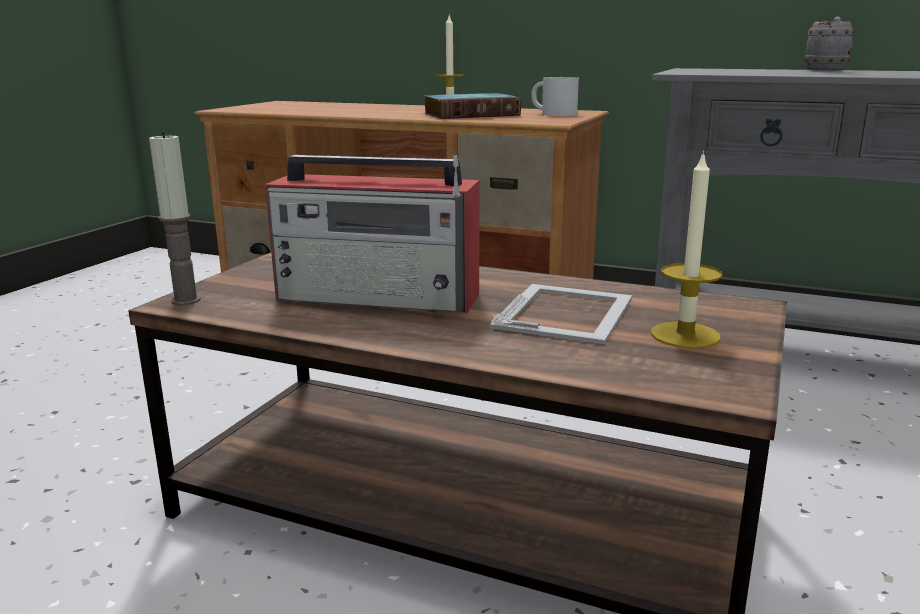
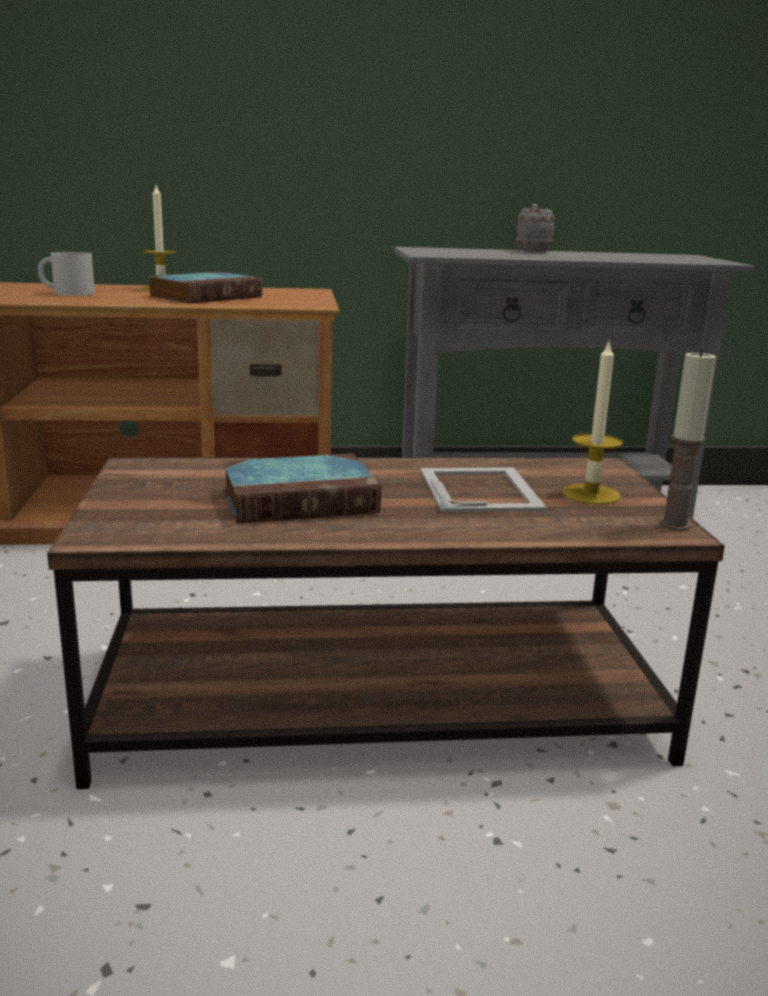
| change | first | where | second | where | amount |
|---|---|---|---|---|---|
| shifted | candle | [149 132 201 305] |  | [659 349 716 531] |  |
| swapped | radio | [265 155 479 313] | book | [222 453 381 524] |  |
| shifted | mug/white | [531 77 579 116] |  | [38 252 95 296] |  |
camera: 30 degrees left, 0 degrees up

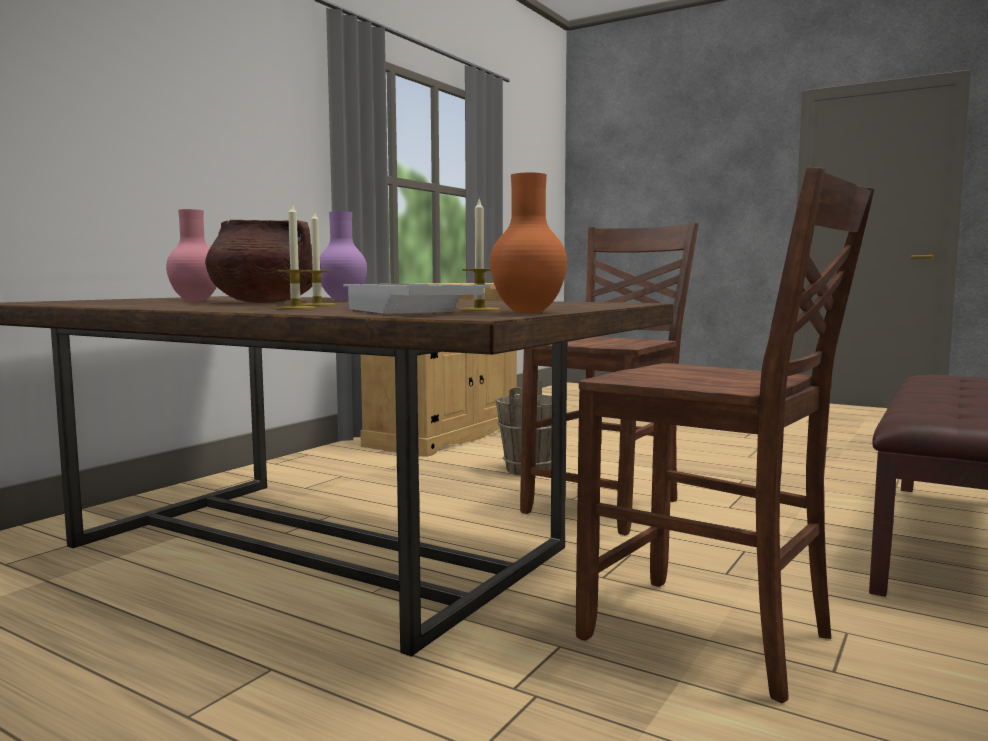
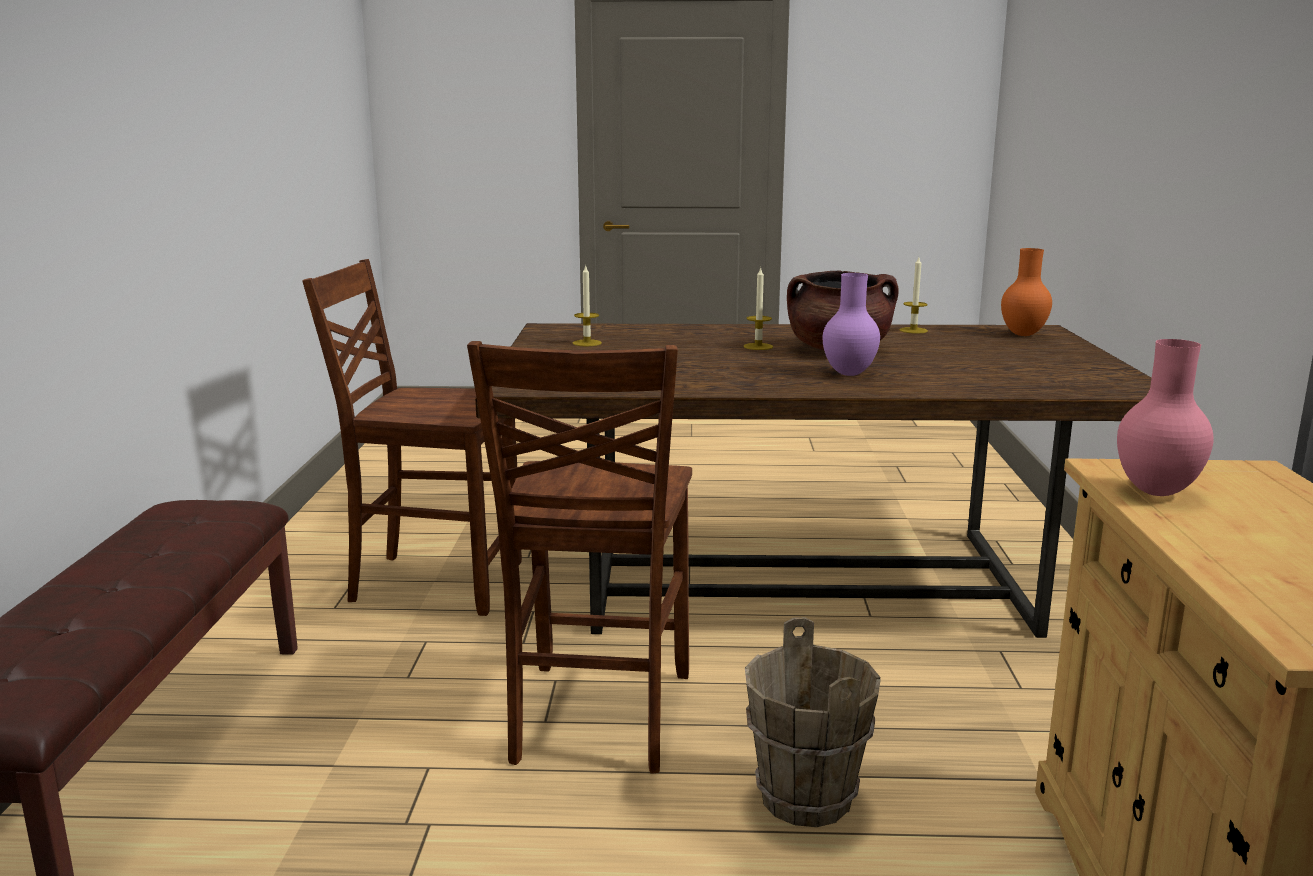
| change | first | where | second | where | amount |
|---|---|---|---|---|---|
| shifted | vase/pink | [166 209 216 301] |  | [1117 339 1214 496] |  |
| shifted | candle | [276 202 315 309] |  | [900 257 928 334] |  |
| gone | tray/white | [343 284 490 314] |  |  |  |
| shifted | vase/orange | [490 173 567 313] |  | [1001 248 1052 336] |  |
camera: 150 degrees right, 10 degrees up

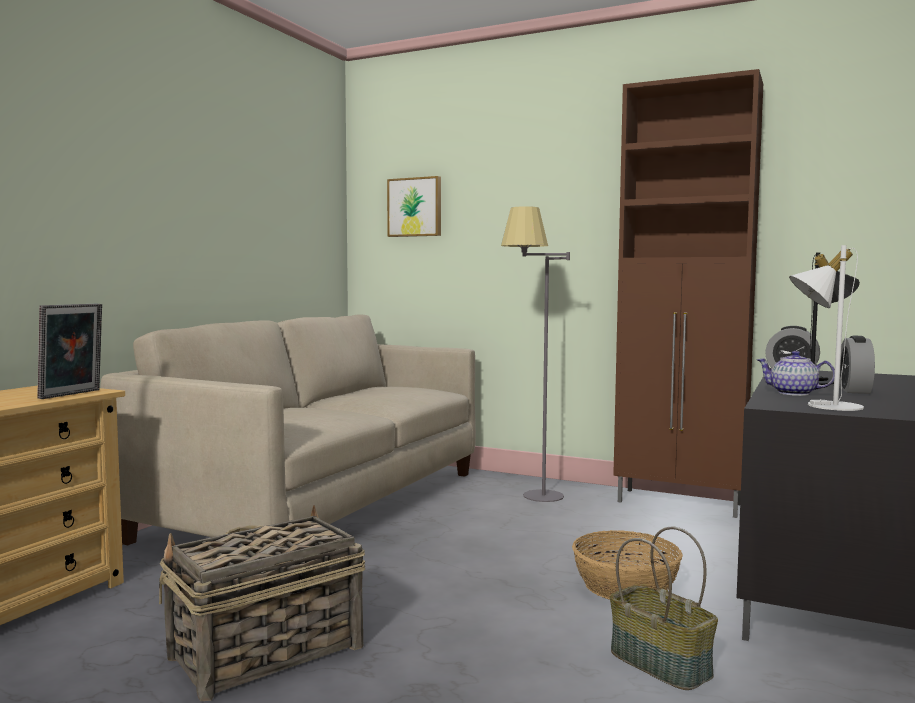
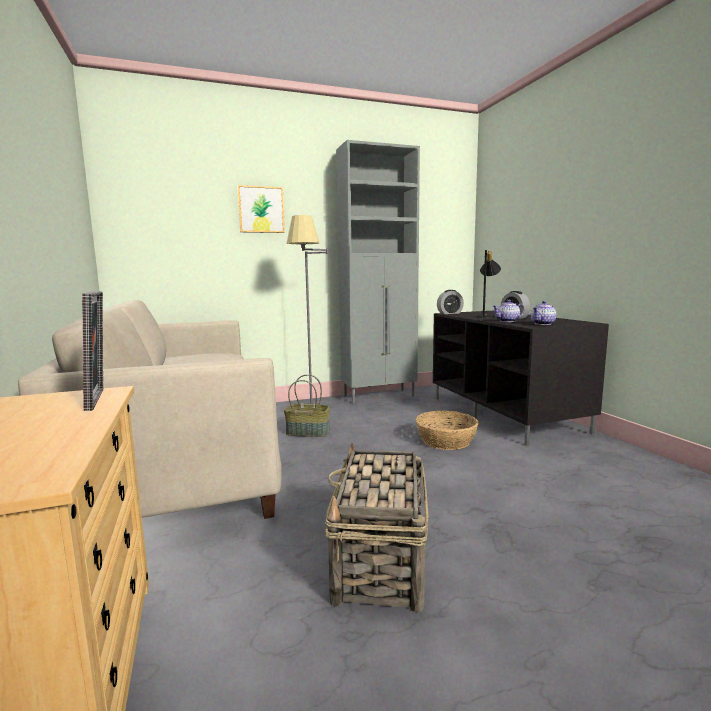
| change | first | where | second | where | amount |
|---|---|---|---|---|---|
| shifted | picture | [387 176 441 237] |  | [237 185 285 233] |  |
| shifted | basket | [610 527 718 690] |  | [284 374 330 437] |  |
| repainted | cabinet/brown | [613 69 763 518] | cabinet/grey | [336 140 420 404] |  |
| swapped | table lamp/white | [789 245 864 411] | teapot | [531 301 556 325] |  |
camera: 45 degrees left, 5 degrees up

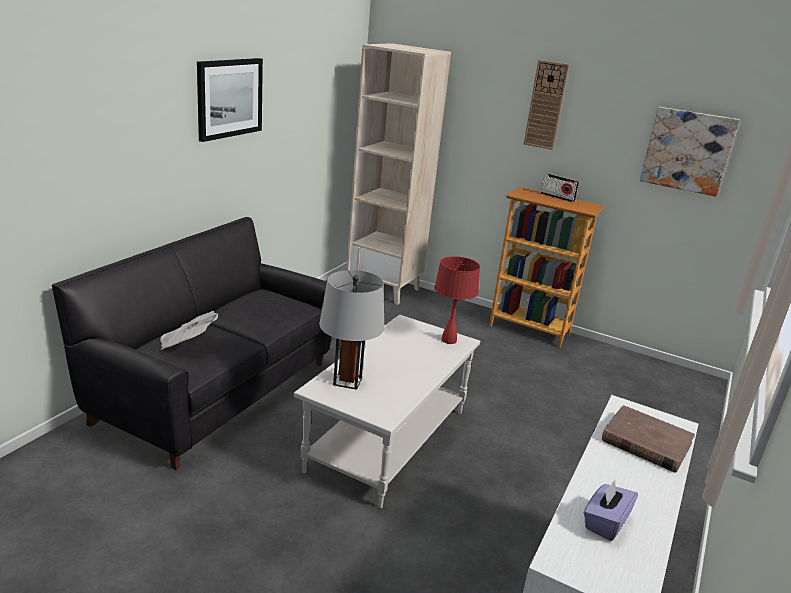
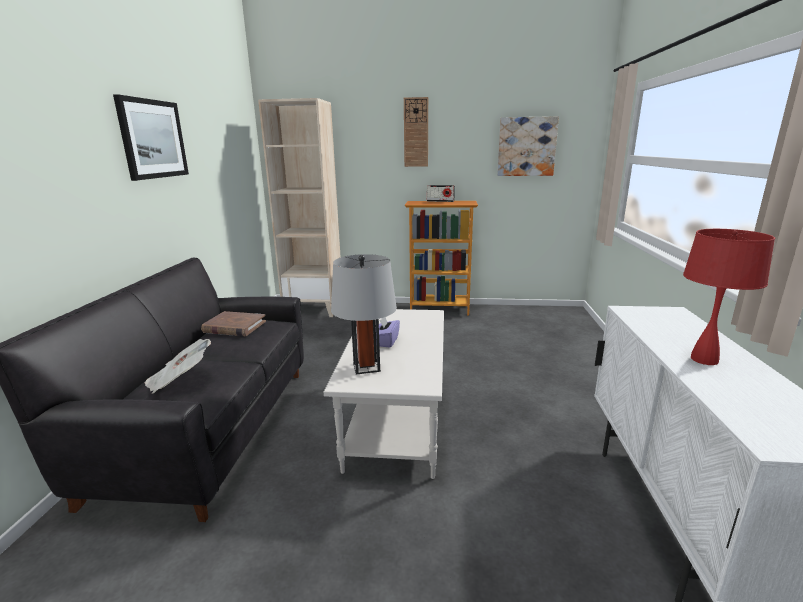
| change | first | where | second | where | amount |
|---|---|---|---|---|---|
| shifted | table lamp/red | [434 256 480 344] |  | [683 229 775 365] |  |
| shifted | tissue box/purple | [584 480 638 541] |  | [376 317 400 348] |  |
| shifted | book/brown | [602 405 695 473] |  | [201 311 266 336] |  |
camera: 20 degrees left, 5 degrees down

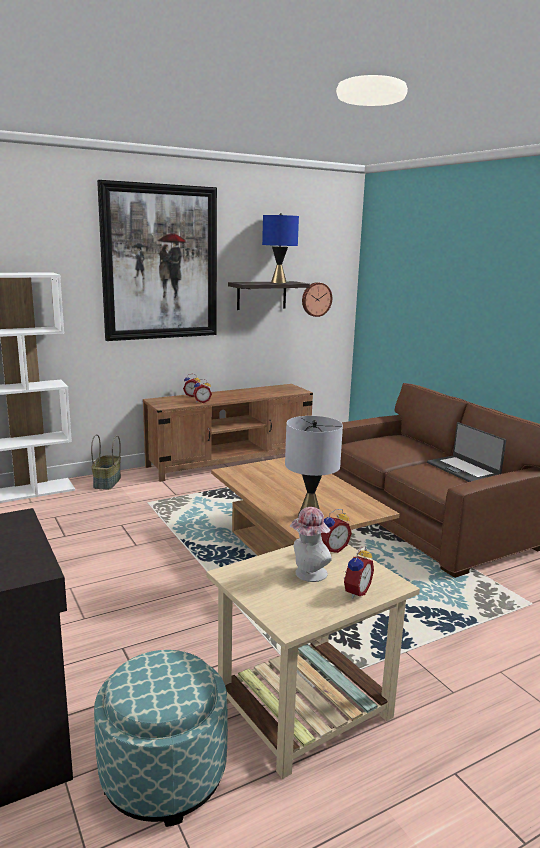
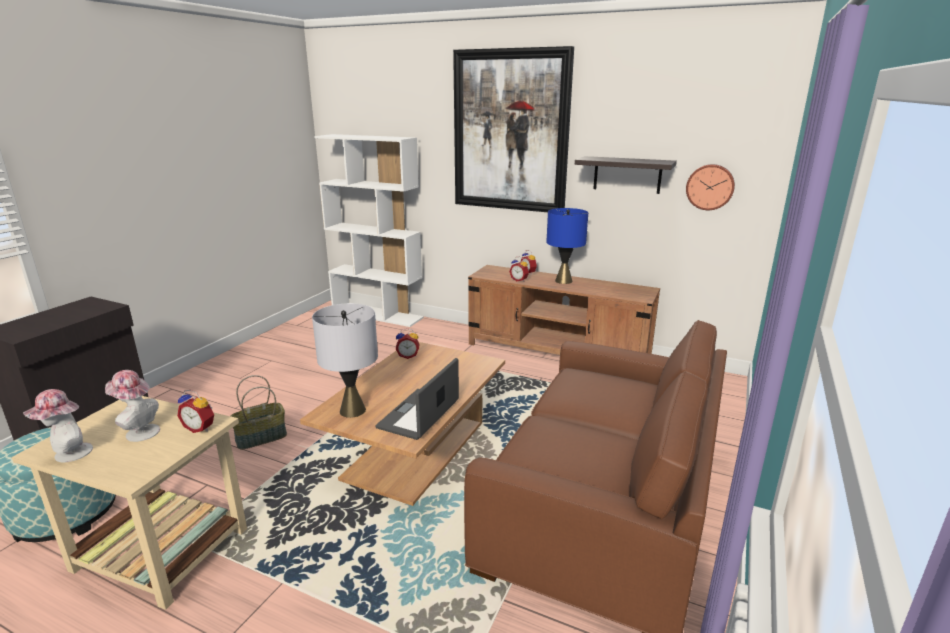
| change | first | where | second | where | amount |
|---|---|---|---|---|---|
| shifted | basket | [91 434 121 490] |  | [230 375 287 450] |  |
| shifted | table lamp/blue | [262 213 299 283] |  | [546 208 588 284] |  |
| shifted | alarm clock | [344 546 374 599] |  | [396 328 419 359] |  |
| shifted | laptop | [427 422 506 482] |  | [376 358 459 440] |  |
| new |  |  | hat | [23 389 93 462] |  |
camera: 55 degrees right, 5 degrees up

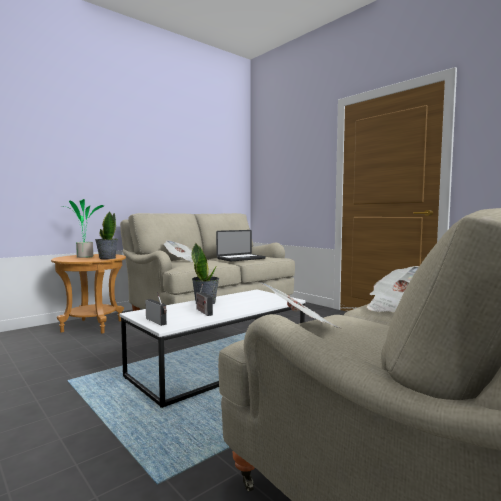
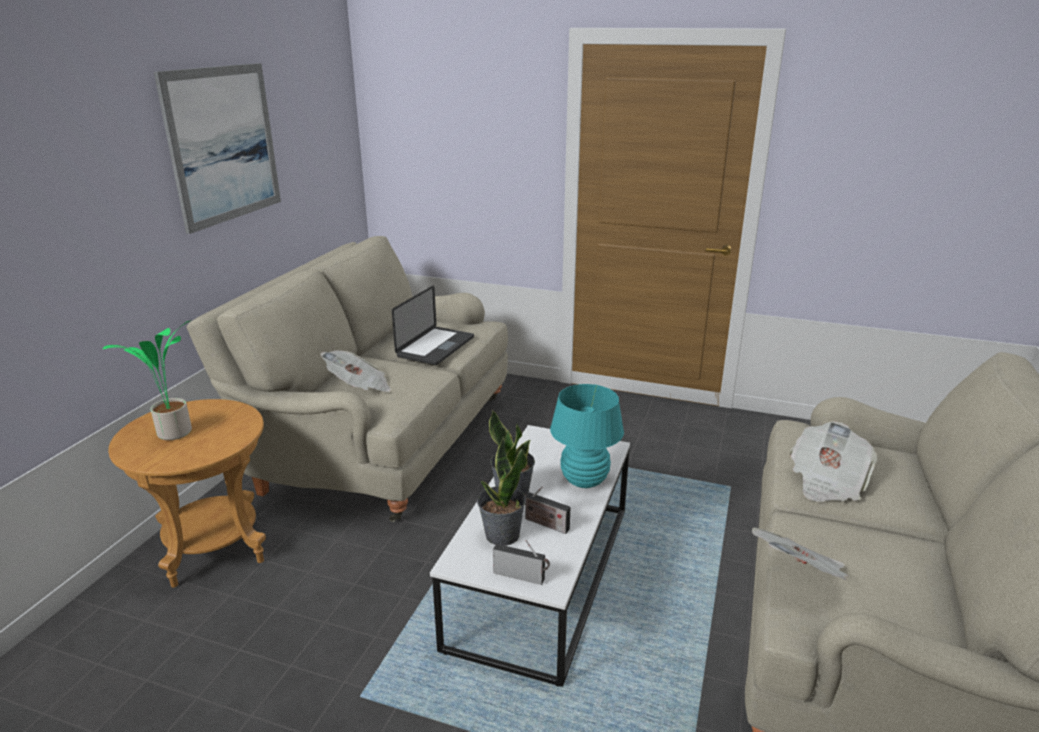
| change | first | where | second | where | amount |
|---|---|---|---|---|---|
| shifted | potted plant | [95 211 118 259] |  | [477 437 528 546] |  |
| new |  |  | picture | [154 63 281 234] |  |
| new |  |  | table lamp/turquoise | [550 384 624 488] |  |
camera: 30 degrees left, 20 degrees up

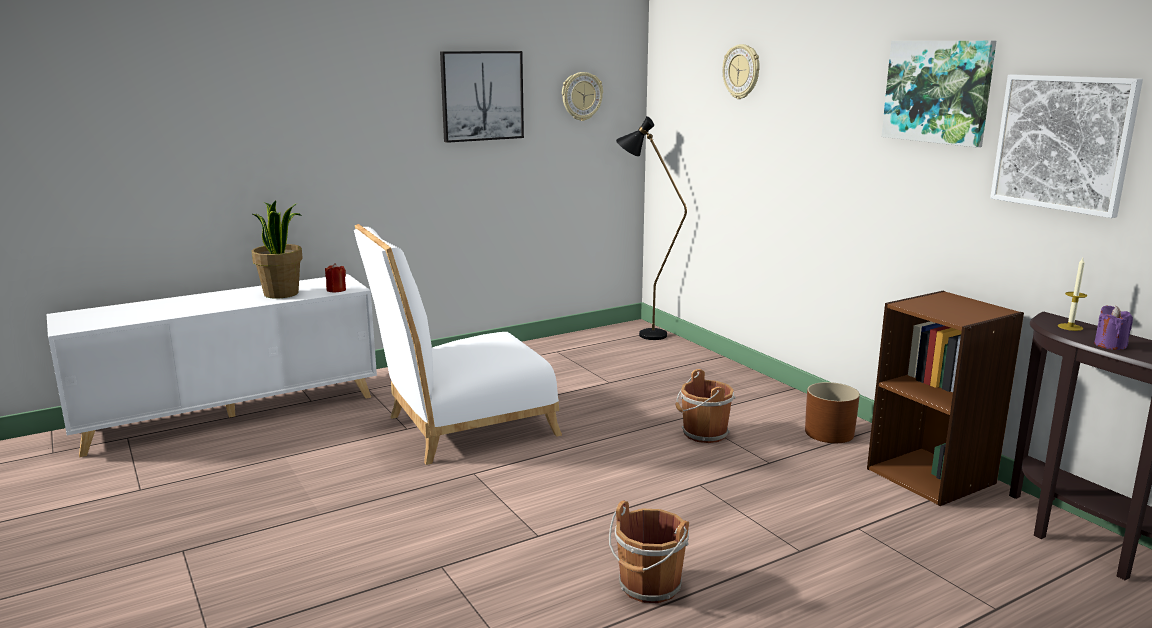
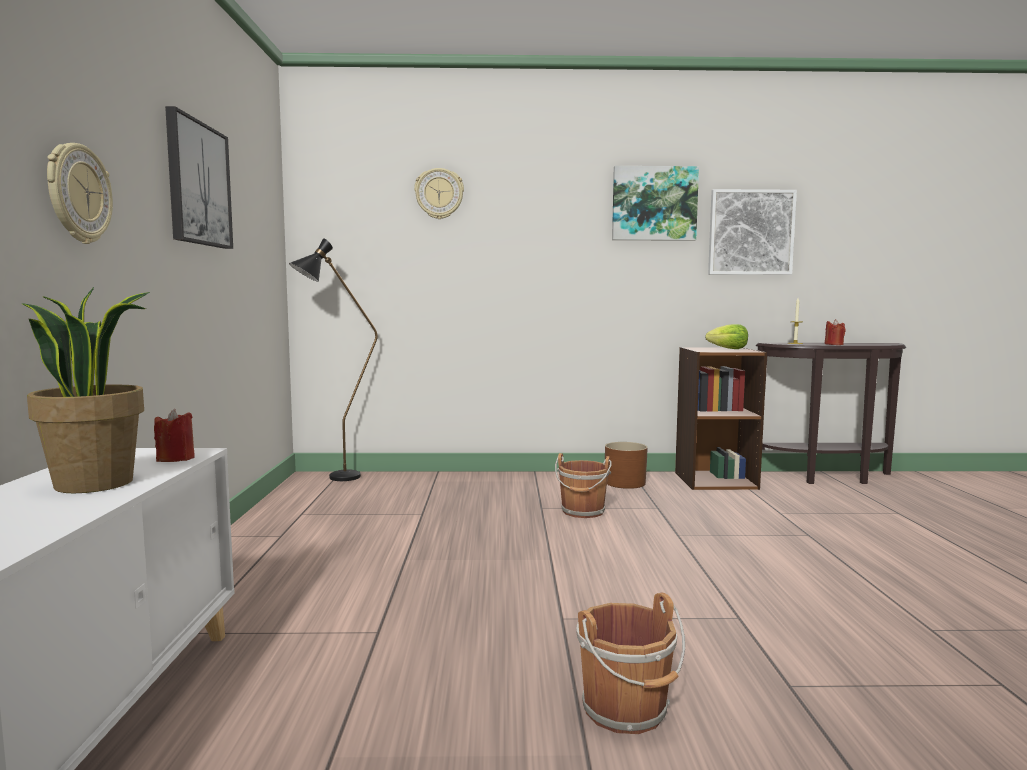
| change | first | where | second | where | amount |
|---|---|---|---|---|---|
| gone | chair/white | [354 224 562 465] |  |  |  |
| shifted | wall clock | [562 72 603 121] |  | [47 143 113 244] |  |
| shifted | bucket/brown | [609 500 689 603] |  | [576 593 685 734] |  |
| repainted | candle/purple | [1094 305 1133 350] | candle/red | [825 319 846 345] |  |
| new |  |  | lettuce | [705 324 748 349] |  |
camera: 60 degrees left, 10 degrees down

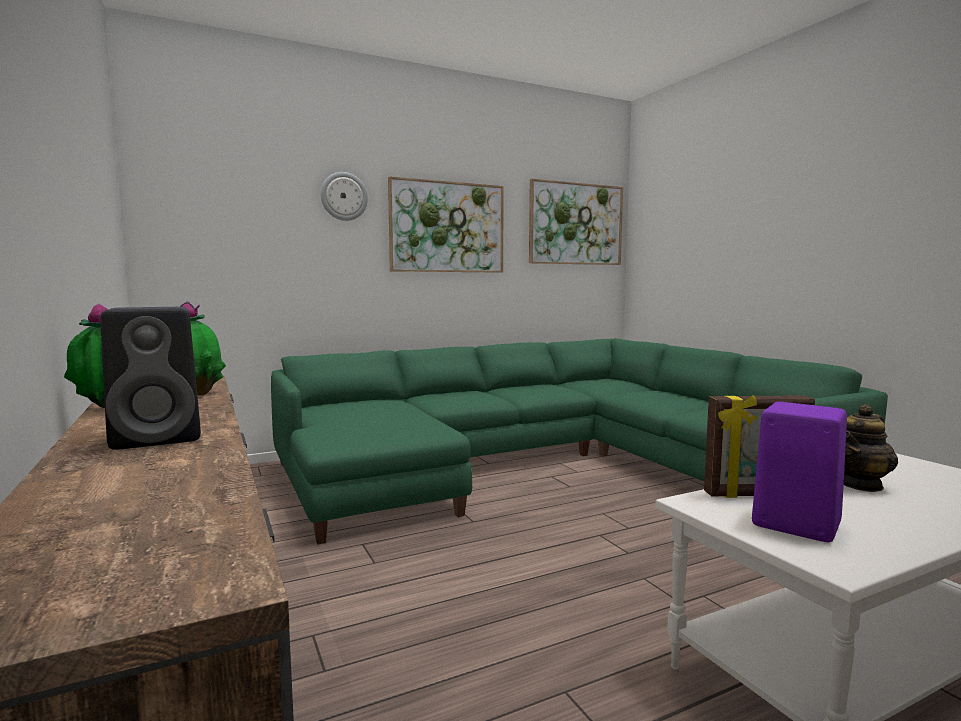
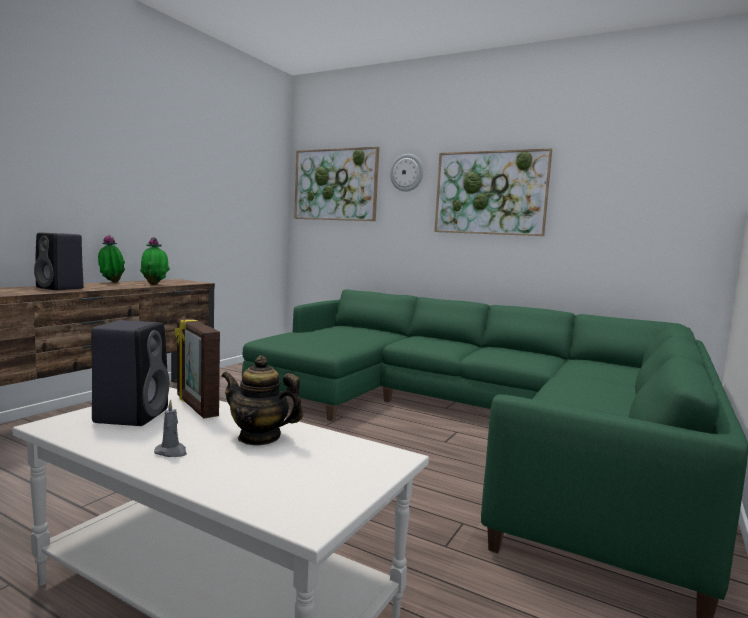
| change | first | where | second | where | amount |
|---|---|---|---|---|---|
| shifted | picture | [529 179 623 265] |  | [294 147 379 221] |  |
| repainted | speaker/purple | [752 402 847 542] | speaker/black | [91 320 169 426] |  |
| new |  |  | candle/grey | [154 399 187 457] |  |
camera: 55 degrees right, 0 degrees up

